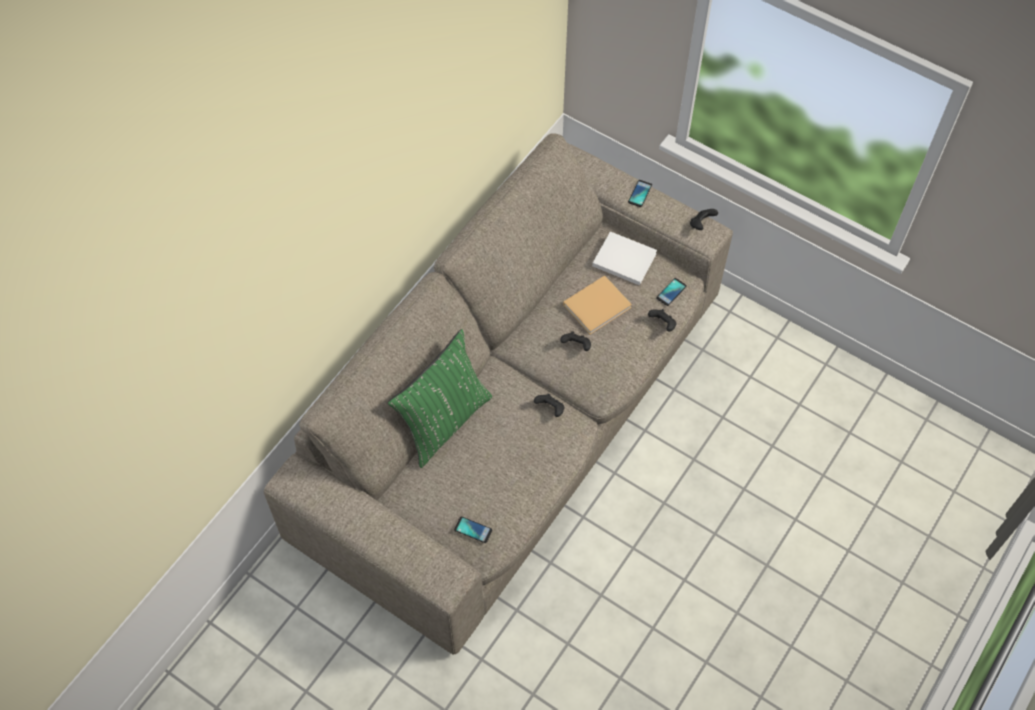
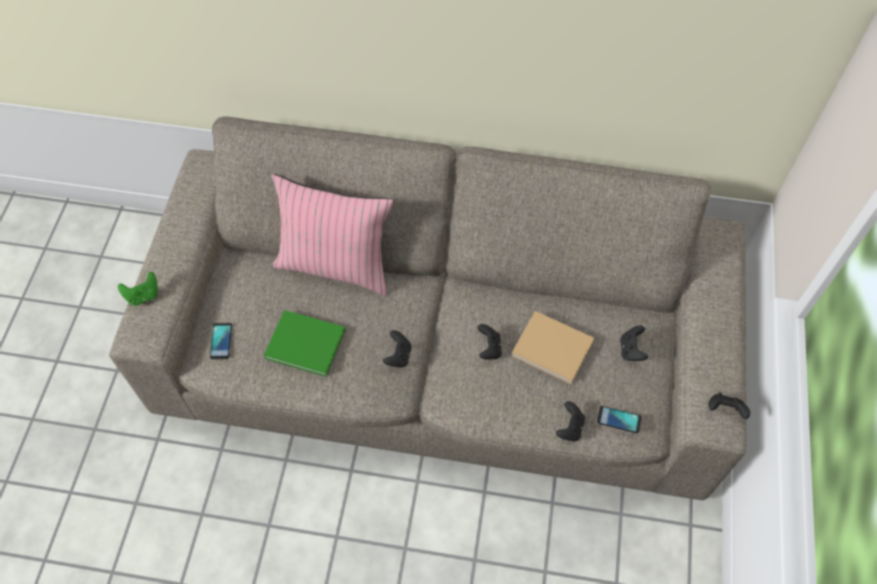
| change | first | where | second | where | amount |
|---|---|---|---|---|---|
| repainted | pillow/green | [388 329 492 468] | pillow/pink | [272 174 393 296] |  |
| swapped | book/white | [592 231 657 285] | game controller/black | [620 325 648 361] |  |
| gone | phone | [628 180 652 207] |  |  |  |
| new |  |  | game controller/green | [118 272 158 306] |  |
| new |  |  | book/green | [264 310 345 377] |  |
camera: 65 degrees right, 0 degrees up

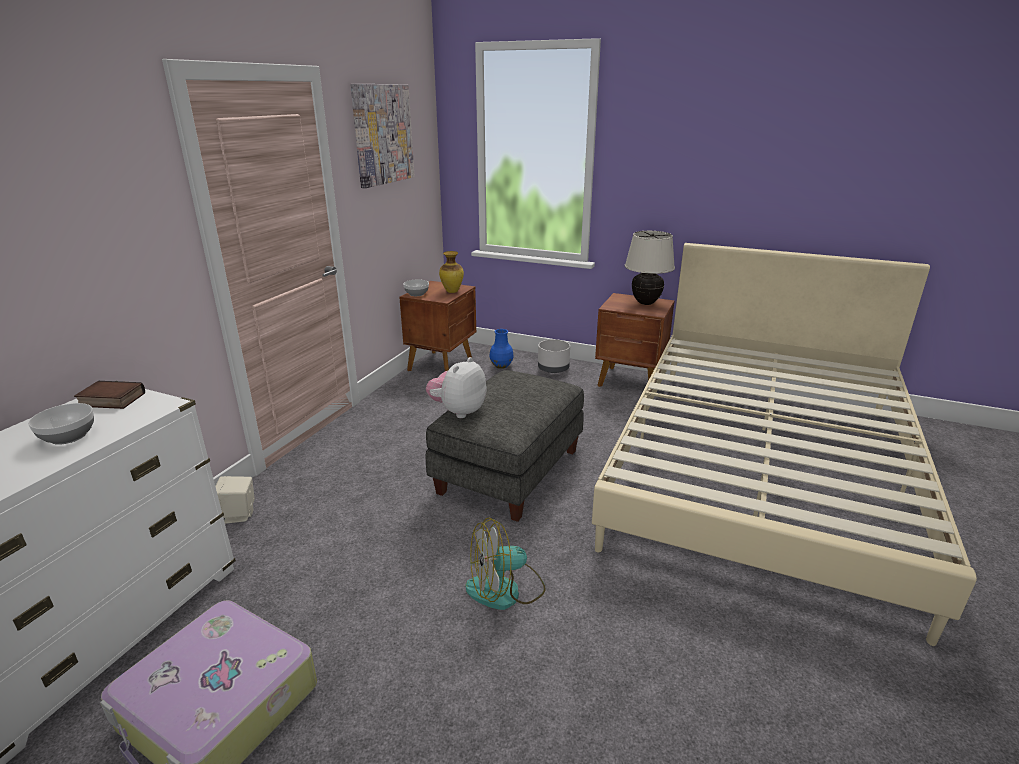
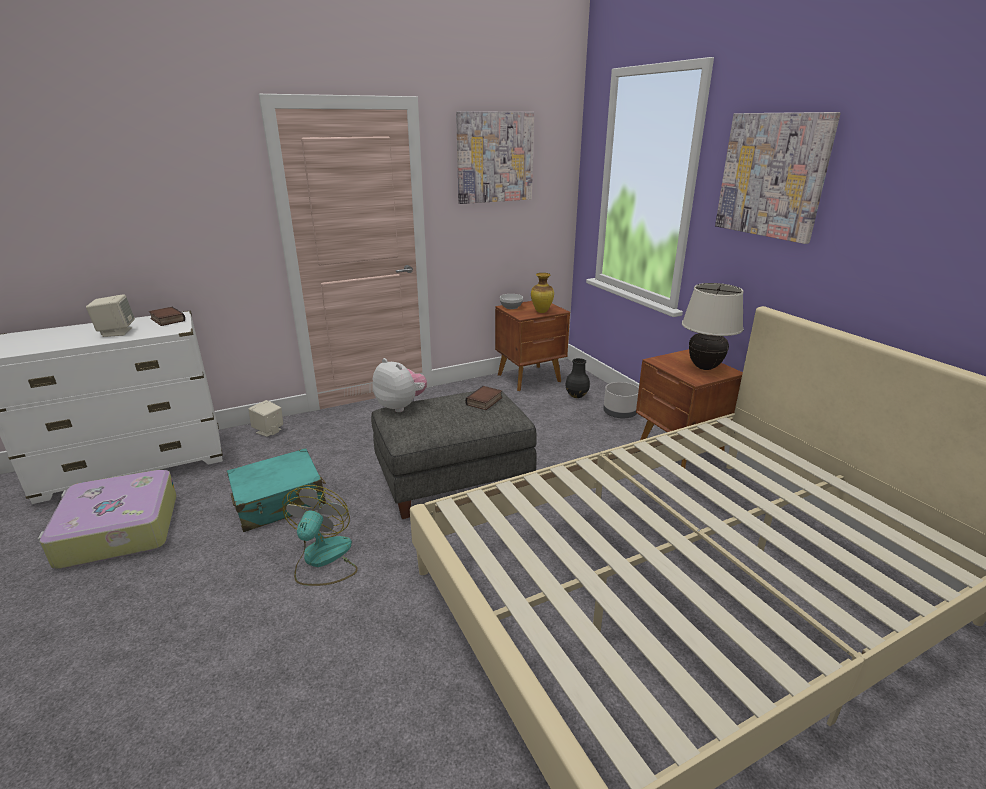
| change | first | where | second | where | amount |
|---|---|---|---|---|---|
| swapped | bowl | [28 403 94 445] | speaker/beige | [86 294 135 337] |  |
| rotated | plush toy | [426 357 487 418] |  | [373 358 427 412] | 60 degrees clockwise |
| rotated | fan | [465 518 546 610] |  | [282 485 358 586] | 75 degrees clockwise |
| repainted | vase/blue | [490 329 514 369] | vase/black | [565 358 590 398] |  |
| new |  |  | suitcase/turquoise | [227 448 326 532] |  |
| new |  |  | book | [465 386 502 410] |  |
| new |  |  | picture | [715 112 841 244] |  |
camera: 40 degrees right, 0 degrees up

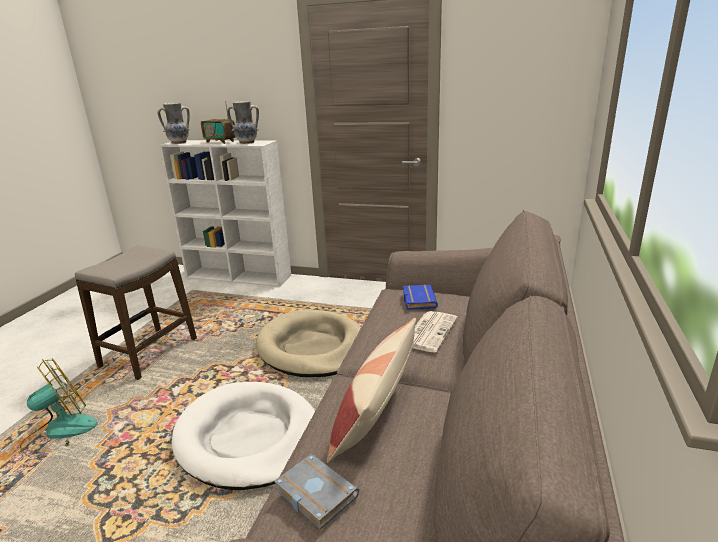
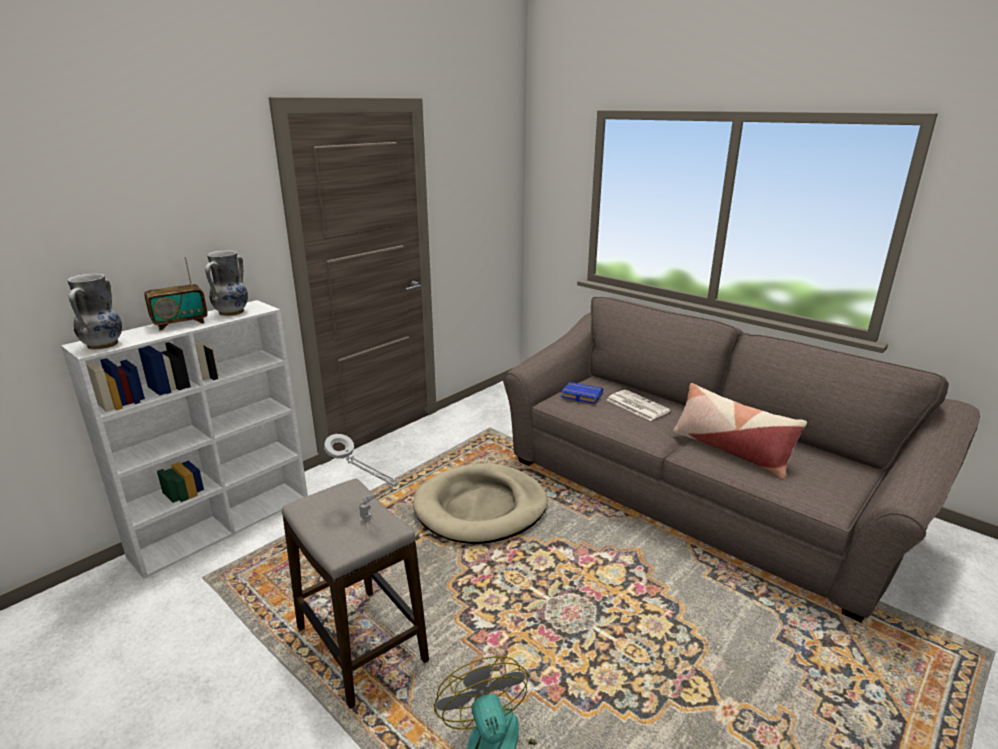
| change | first | where | second | where | amount |
|---|---|---|---|---|---|
| gone | dog bed/white | [172 382 315 490] |  |  |  |
| gone | book/grey | [274 454 359 529] |  |  |  |
| new |  |  | table lamp/grey | [324 434 399 520] |  |
camera: 65 degrees left, 0 degrees up

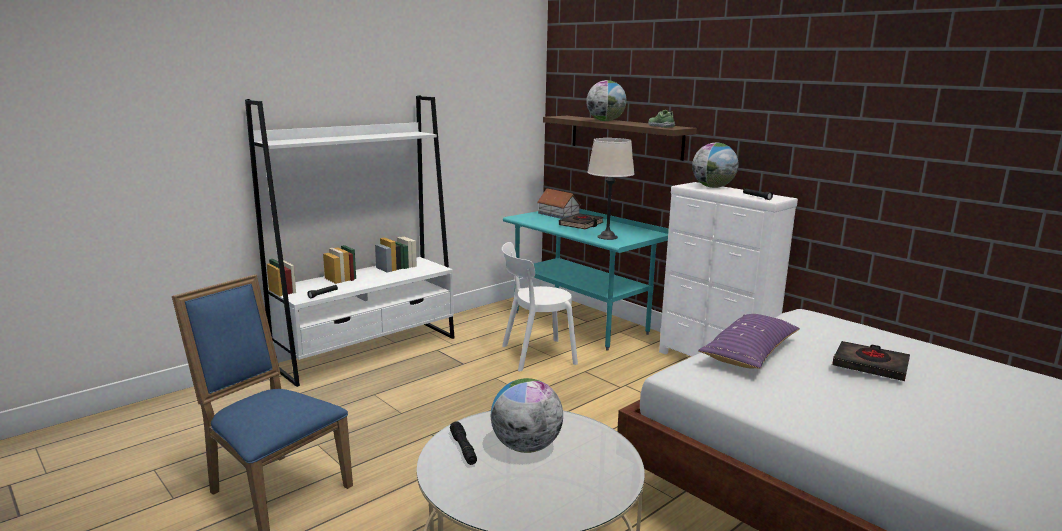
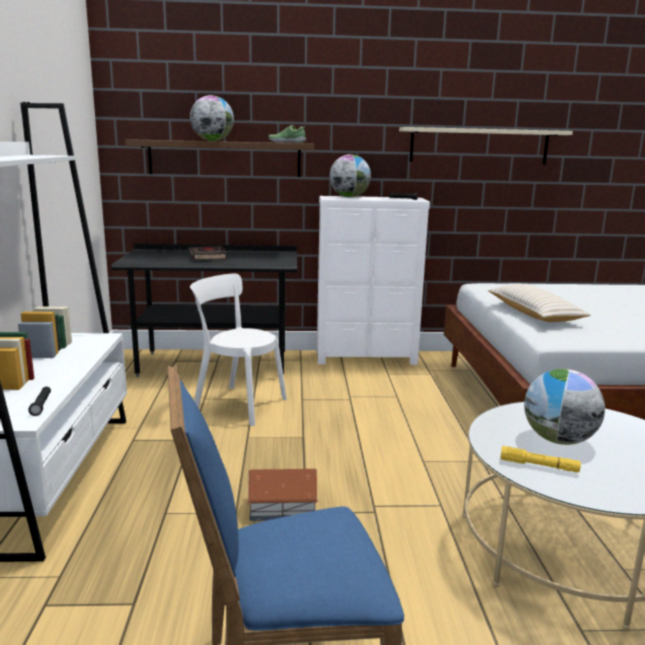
| change | first | where | second | where | amount |
|---|---|---|---|---|---|
| repainted | flashlight/black | [450 421 477 465] | flashlight/yellow | [500 446 581 472] |  |
| rotated | chair/white | [502 242 578 371] |  | [190 274 287 426] | 90 degrees clockwise |
| repainted | desk/turquoise | [503 209 669 351] | desk/black | [111 244 297 377] |  |
| shifted | toy house | [537 188 581 219] |  | [247 469 318 521] |  |
| gone | table lamp/beige | [587 138 635 240] |  |  |  |
| repainted | pillow/purple | [698 314 800 369] | pillow/beige | [488 284 590 322] |  |
| gone | book/black | [832 341 910 381] |  |  |  |
| new |  |  | shelf/beige | [399 127 573 165] |  |
camera: 50 degrees left, 0 degrees up

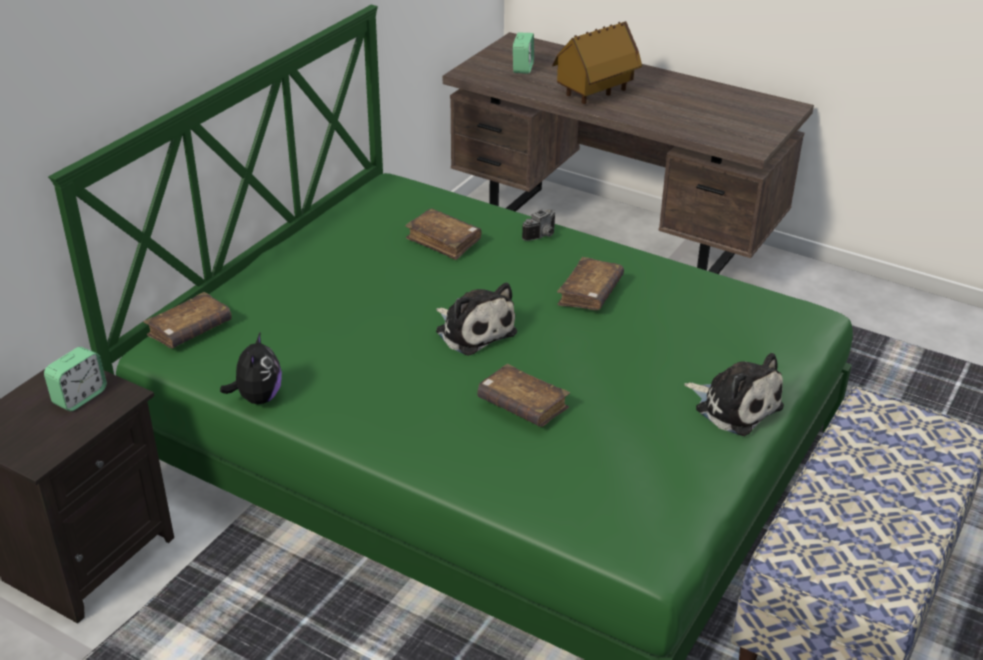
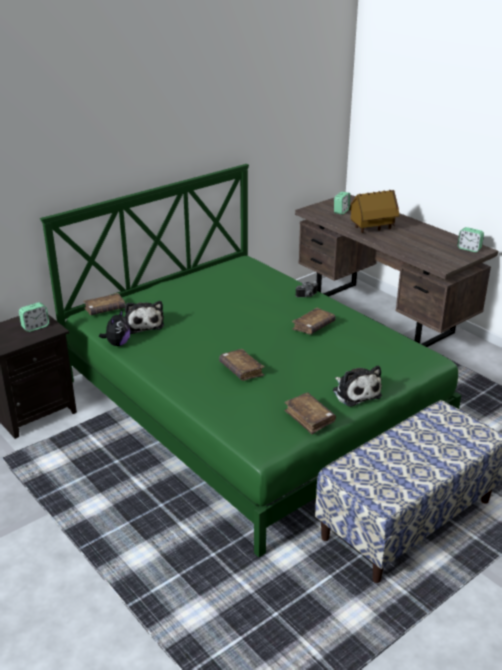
| change | first | where | second | where | amount |
|---|---|---|---|---|---|
| shifted | book/brown | [405 208 482 260] |  | [285 393 336 434] |  |
| shifted | plush toy | [436 283 517 356] |  | [125 301 164 334] |  |
| new |  |  | alarm clock | [457 227 484 252] |  |
camera: 20 degrees right, 5 degrees down

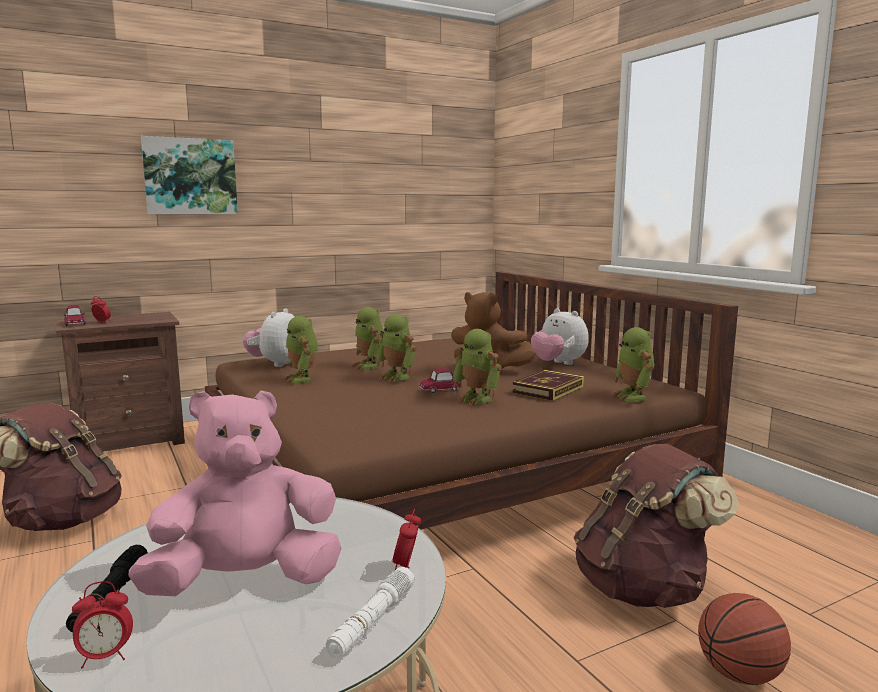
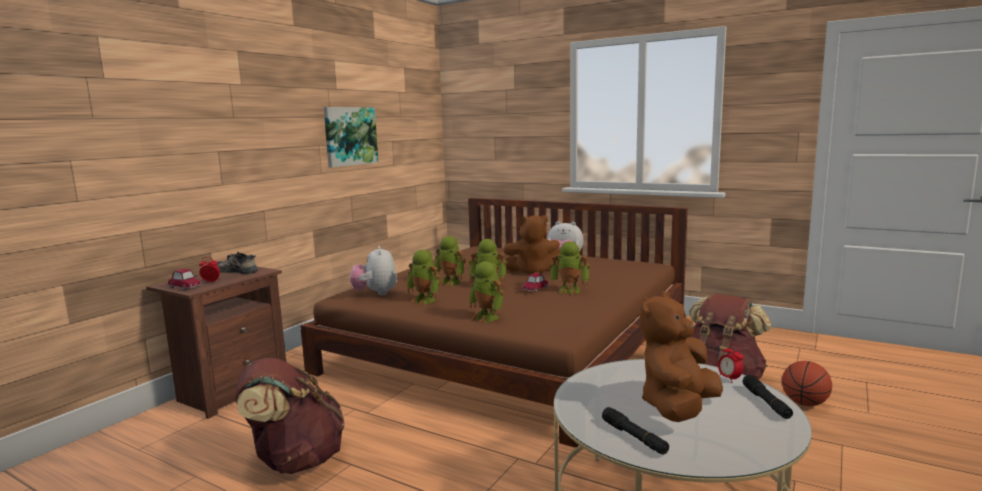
| change | first | where | second | where | amount |
|---|---|---|---|---|---|
| gone | alarm clock | [72 581 133 668] |  |  |  |
| repainted | plush toy/pink | [128 391 342 596] | plush toy/brown | [640 291 723 422] |  |
| shifted | picture | [141 136 238 214] |  | [323 107 378 167] |  |
| repainted | flashlight/white | [326 567 415 658] | flashlight/black | [743 375 793 419] |  |
| gone | book | [512 370 584 401] |  |  |  |
| shifted | toy robot | [612 327 654 401] |  | [469 261 505 323] |  |
| new |  |  | shoe | [216 252 258 274] |  |
camera: 30 degrees left, 0 degrees up

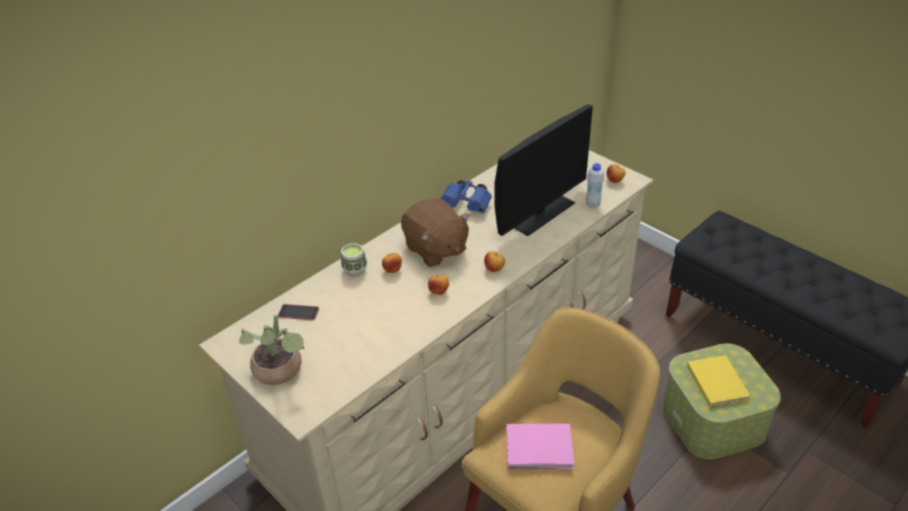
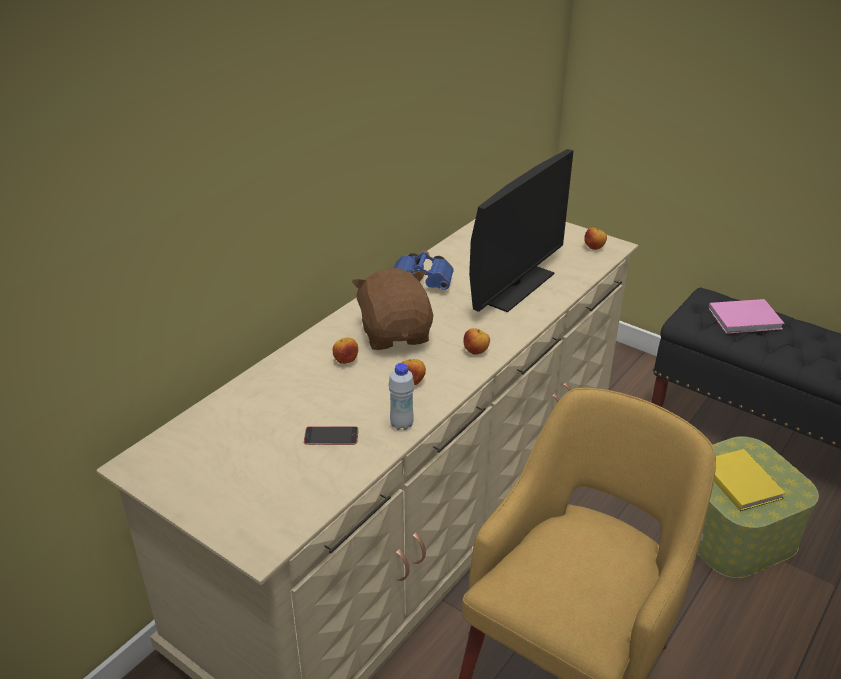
| change | first | where | second | where | amount |
|---|---|---|---|---|---|
| gone | potted plant | [239 314 304 385] |  |  |  |
| shifted | phone | [278 304 319 320] |  | [304 426 358 445] |  |
| gone | cup | [341 243 367 277] |  |  |  |
| rotated | plush toy/brown | [401 198 470 267] |  | [352 268 433 350] | 150 degrees counterclockwise |
| shifted | book/pink | [507 424 574 469] |  | [708 299 784 334] |  |
| shifted | bottle/white | [586 163 604 207] |  | [388 363 414 430] |  |
camera: 10 degrees left, 5 degrees down

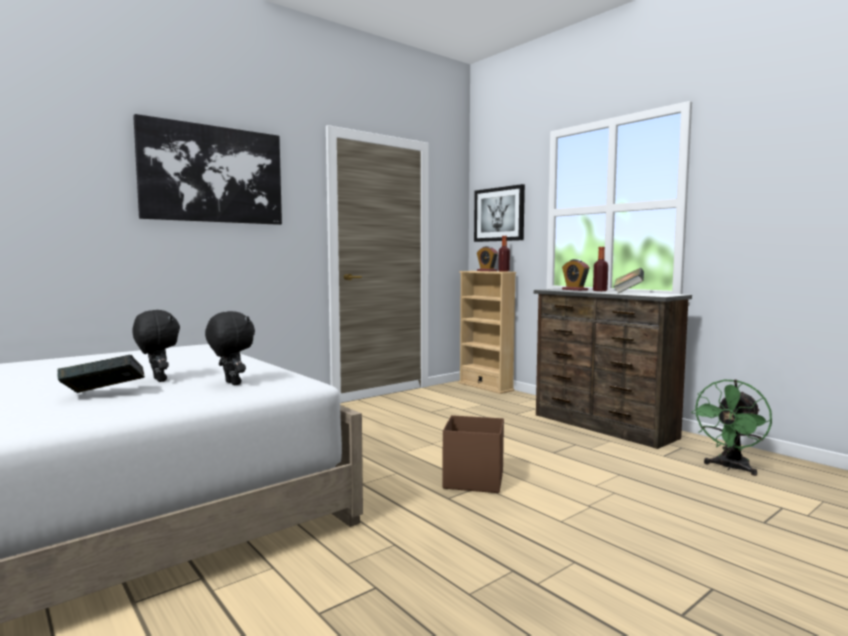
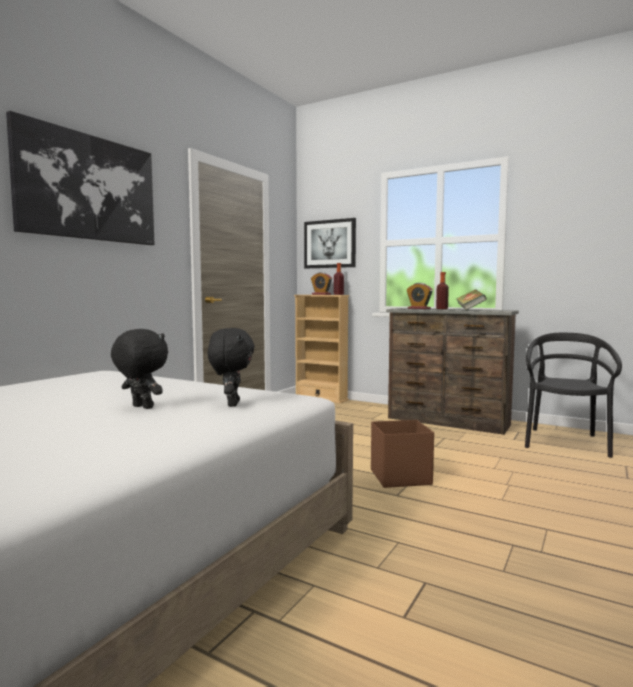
| change | first | where | second | where | amount |
|---|---|---|---|---|---|
| gone | book | [57 355 145 393] |  |  |  |
| rotated | plush toy/black | [205 311 255 385] |  | [208 328 255 407] | 60 degrees clockwise |
| swapped | fan/green | [691 380 772 476] | chair/black | [525 333 622 458] |  |
camera: 20 degrees left, 0 degrees up

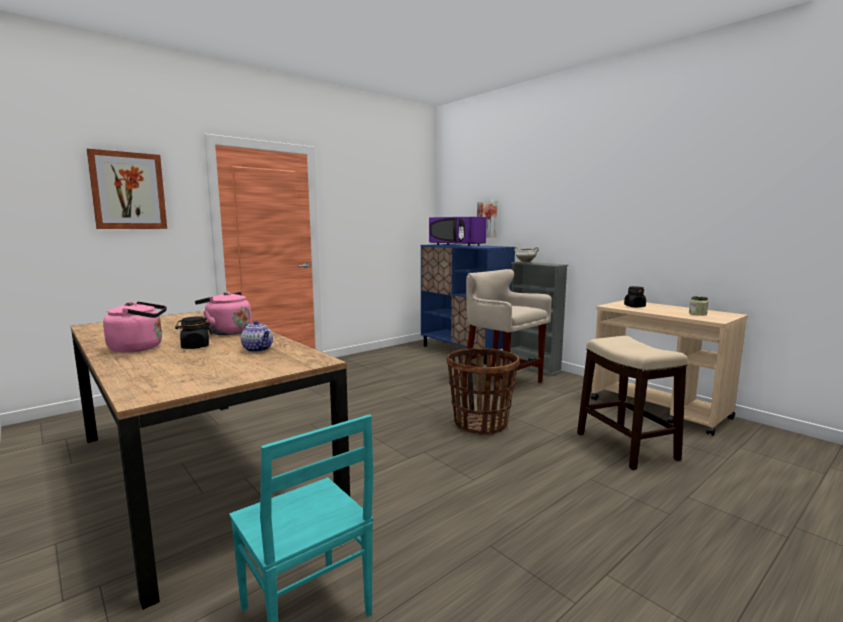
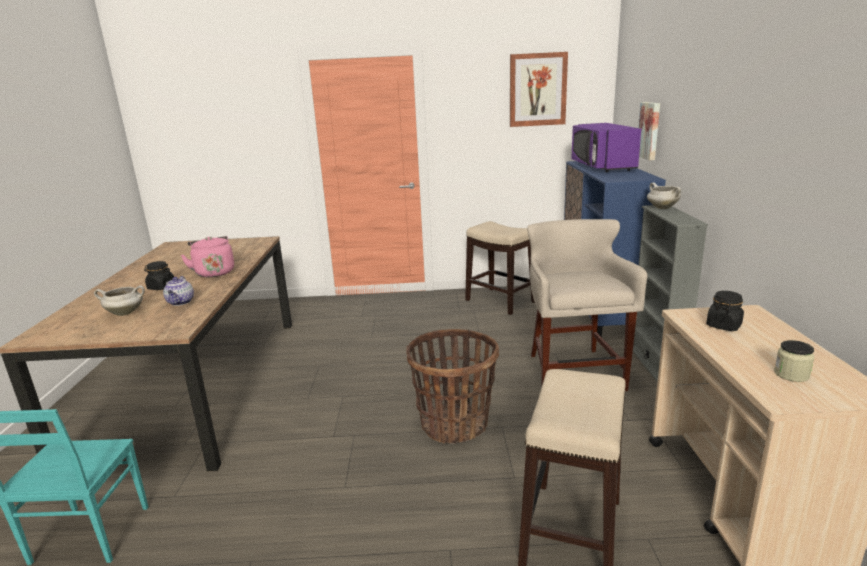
| change | first | where | second | where | amount |
|---|---|---|---|---|---|
| shifted | picture | [87 149 167 229] |  | [510 52 568 127] |  |
| gone | kettle/pink | [103 302 167 353] |  |  |  |
| new |  |  | cooking pot/white | [94 285 145 316] |  |
| new |  |  | stool | [465 221 535 315] |  |
camera: 40 degrees right, 10 degrees up

